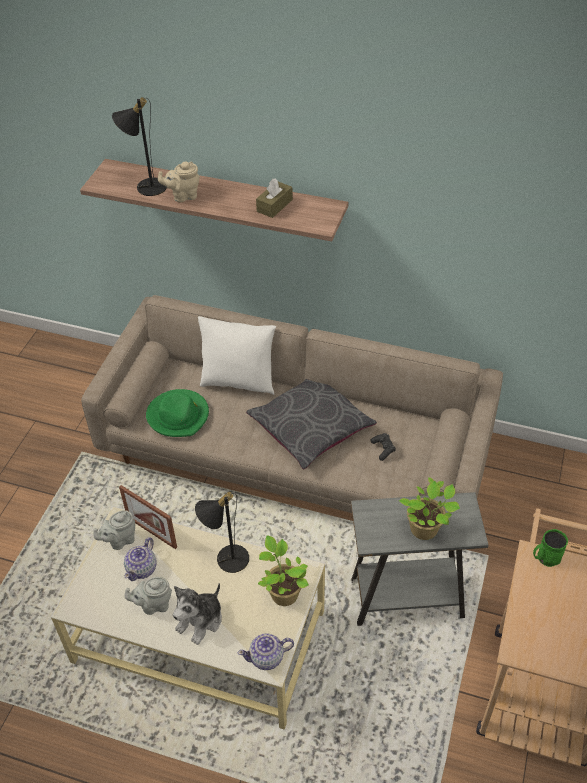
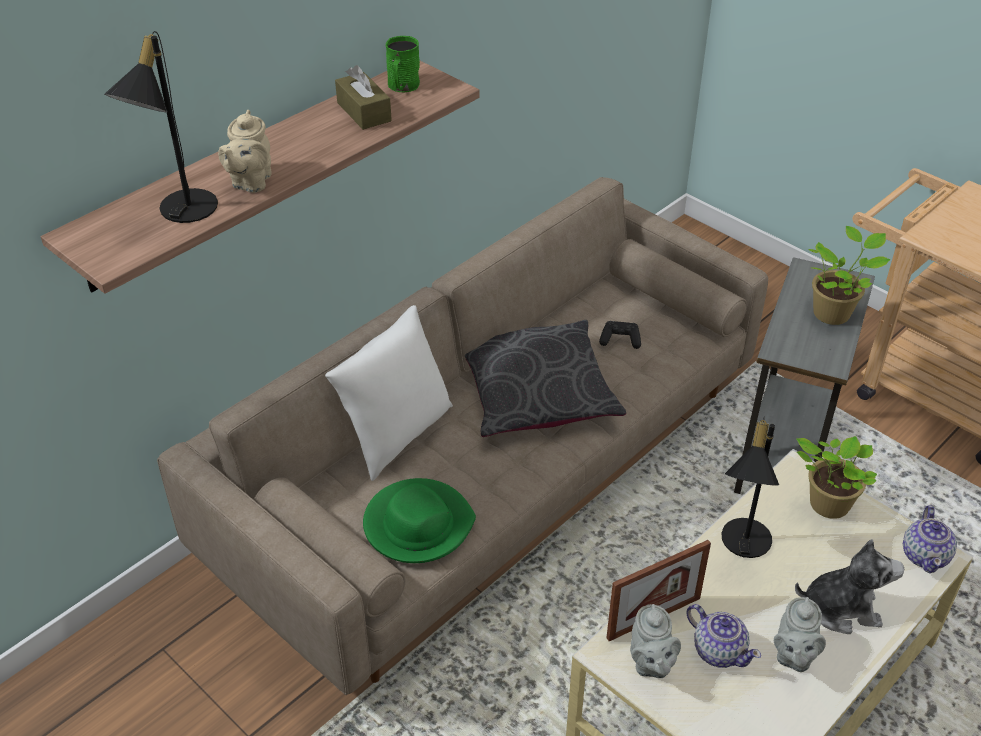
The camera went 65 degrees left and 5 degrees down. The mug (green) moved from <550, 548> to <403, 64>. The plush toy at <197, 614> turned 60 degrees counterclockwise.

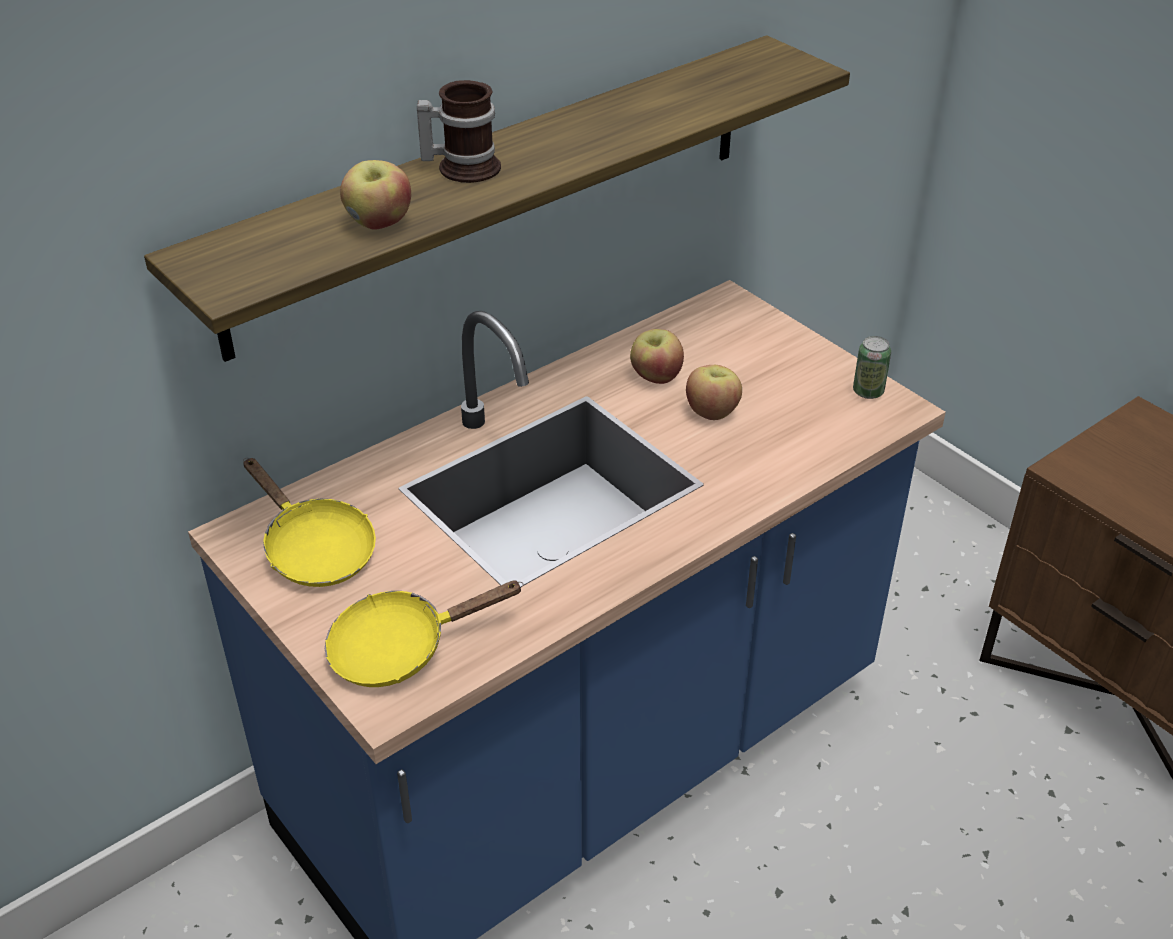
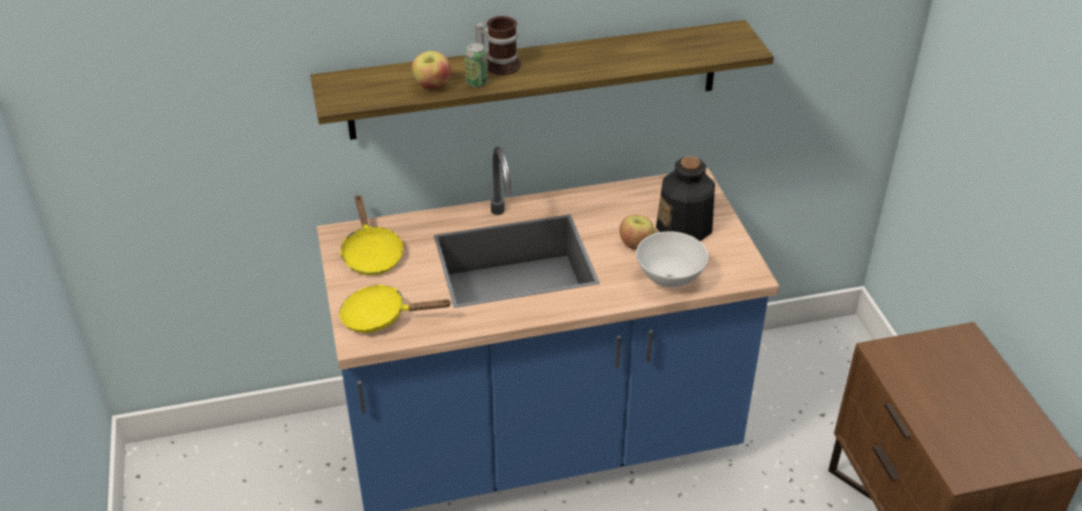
The camera went 25 degrees right and 0 degrees up. The apple at <657, 356> disappeared. The can moved from <872, 367> to <476, 65>. The bottle at <685, 198> appeared. The bowl (white) at <672, 259> appeared.

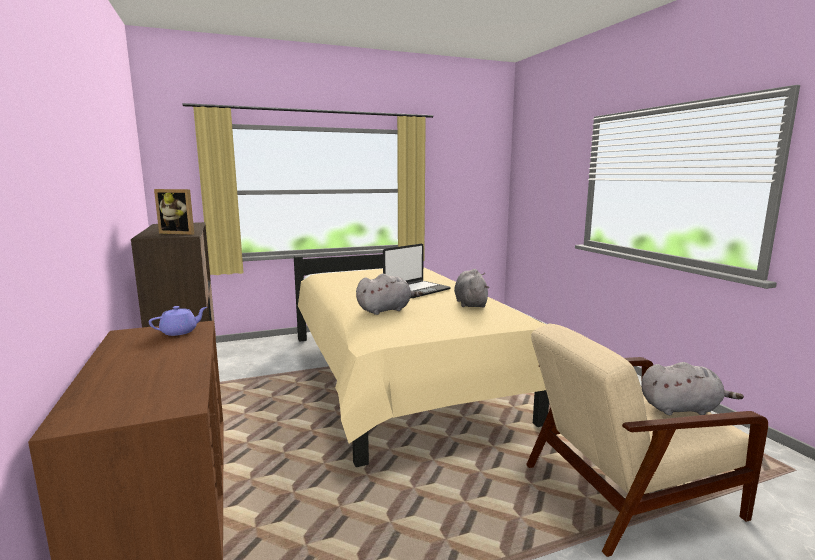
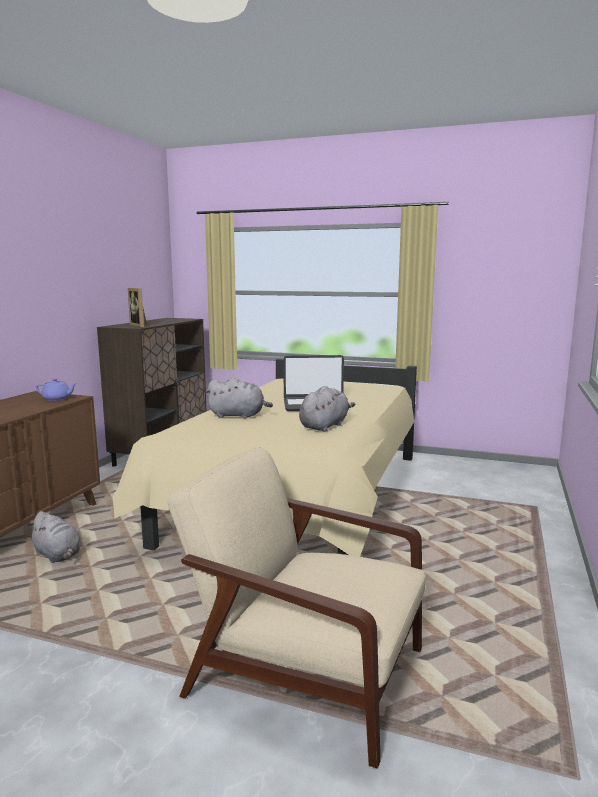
The camera went 40 degrees right and 0 degrees up. The plush toy (grey) moved from <692, 388> to <54, 537>.

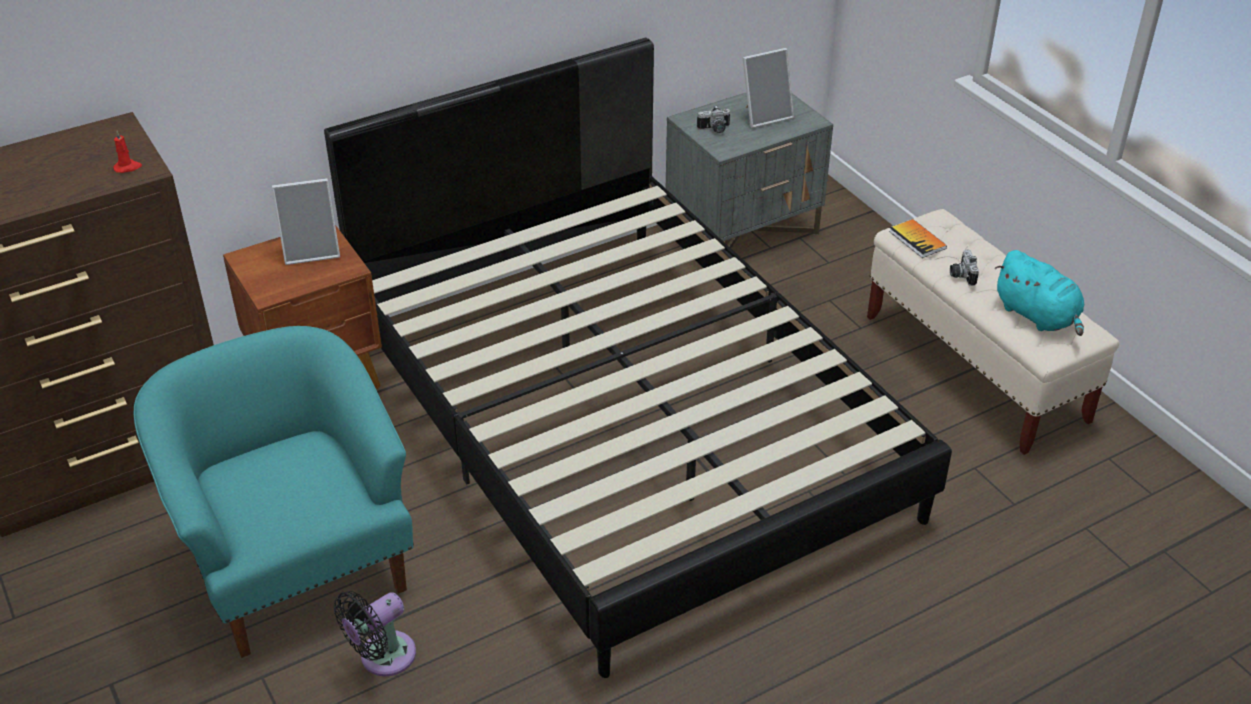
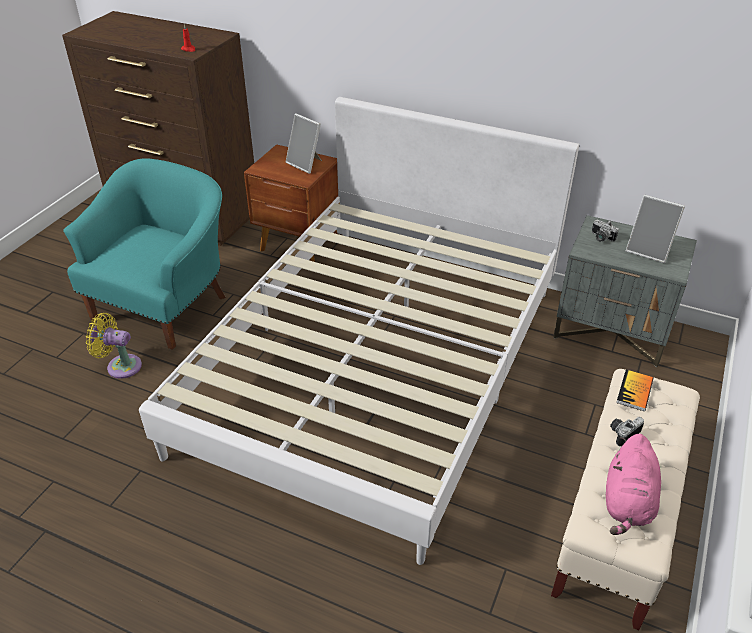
The camera went 55 degrees right and 0 degrees up. The bed (black) at <638, 358> became the bed (white) at <359, 331>. The plush toy (turquoise) at <1039, 293> became the plush toy (pink) at <633, 484>. The fan (black) at <375, 633> became the fan (yellow) at <114, 346>.

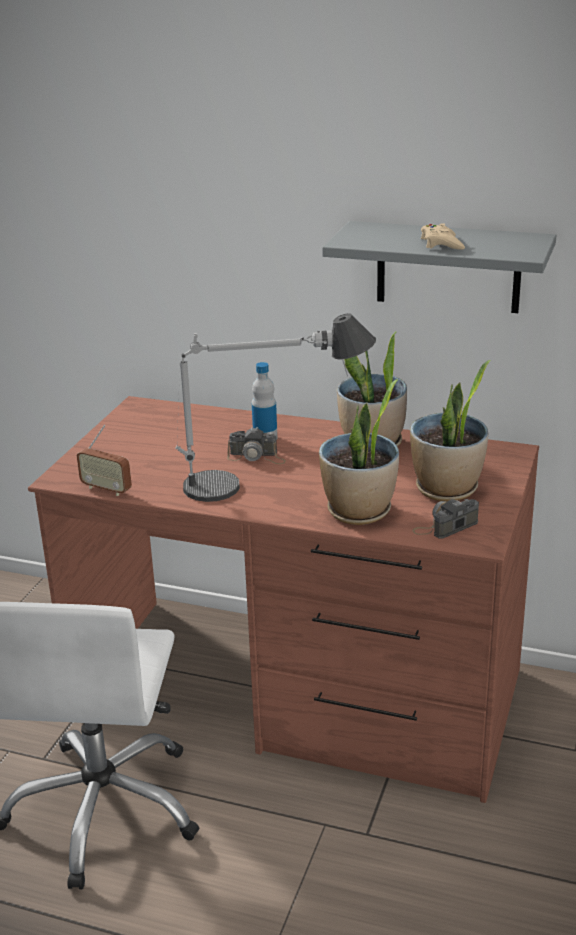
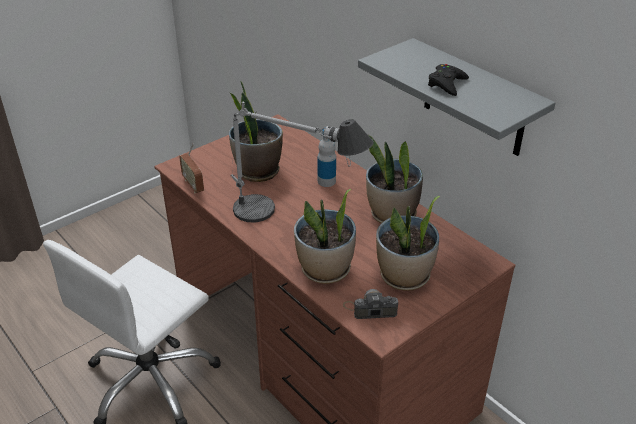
The camera went 30 degrees right and 10 degrees up. The game controller (beige) at <443, 236> became the game controller (black) at <448, 80>. The photo camera at <256, 445> disappeared. The potted plant at <256, 131> appeared.

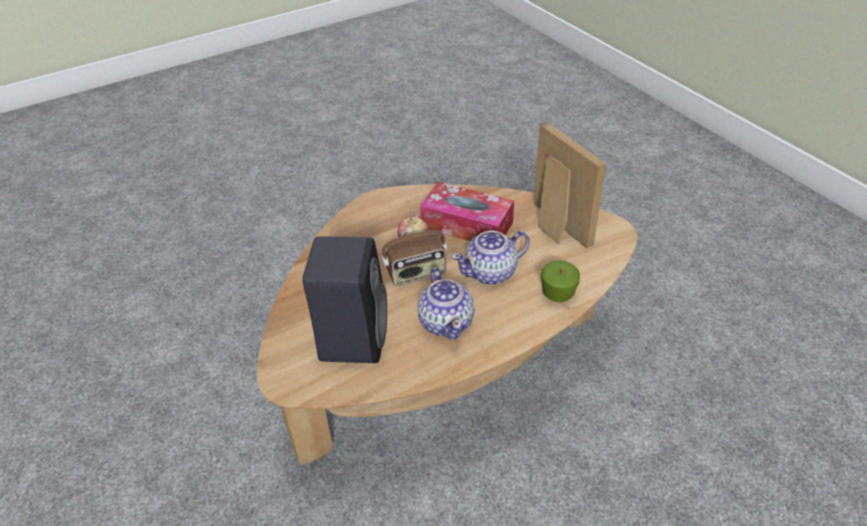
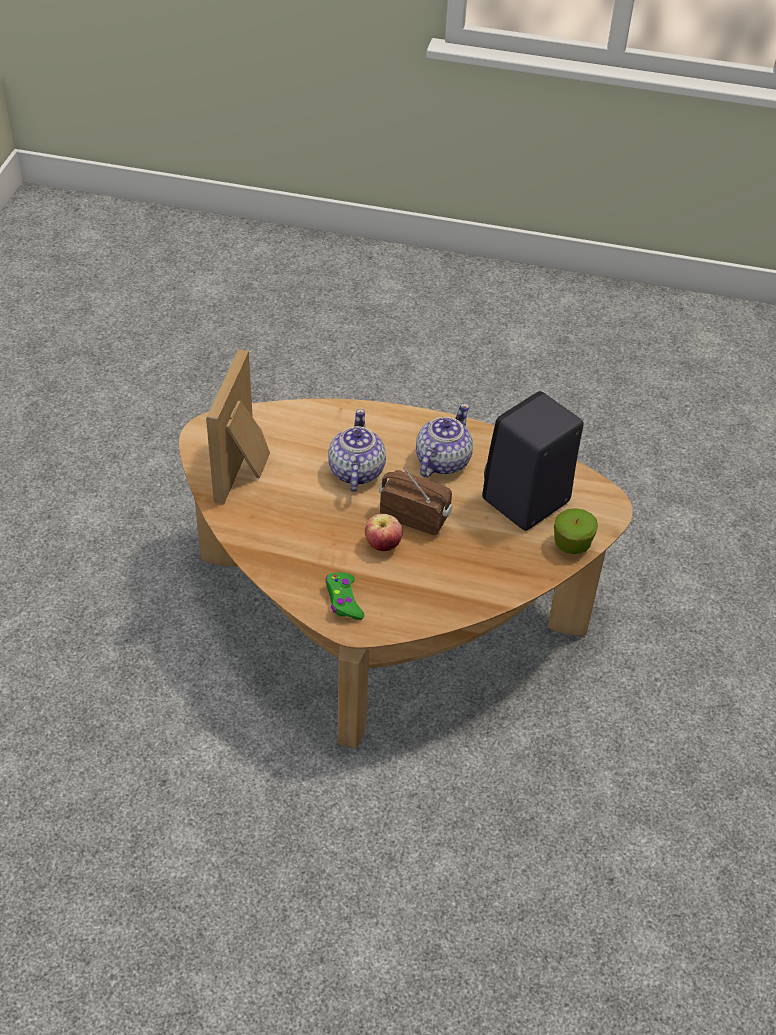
The camera went 140 degrees left and 5 degrees up. The tissue box at <467, 211> disappeared. The teapot at <490, 258> turned 105 degrees counterclockwise. The apple moved from <560, 281> to <576, 531>. The game controller (green) at <345, 596> appeared.

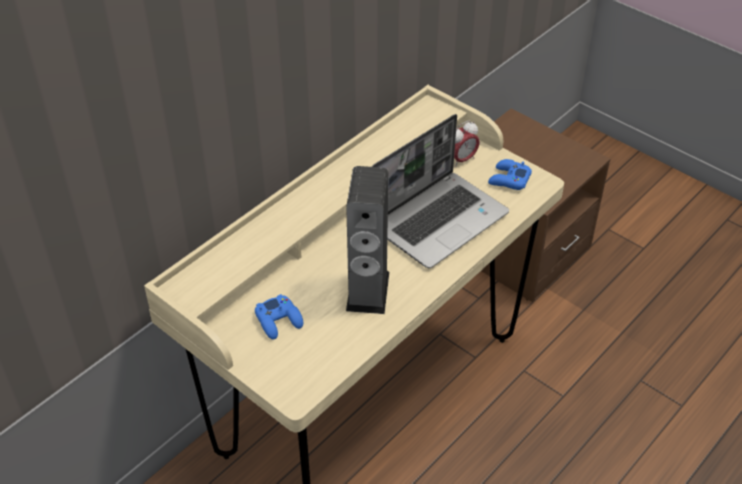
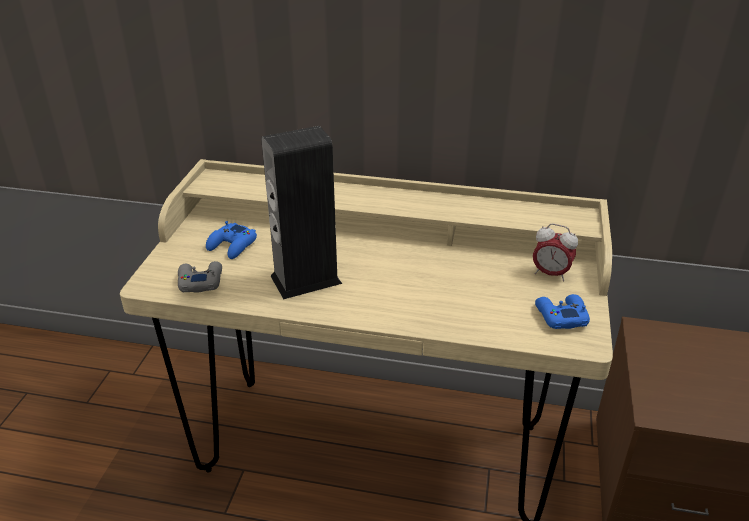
The camera went 60 degrees right and 10 degrees down. The laptop at <440, 191> disappeared. The game controller (grey) at <200, 276> appeared.

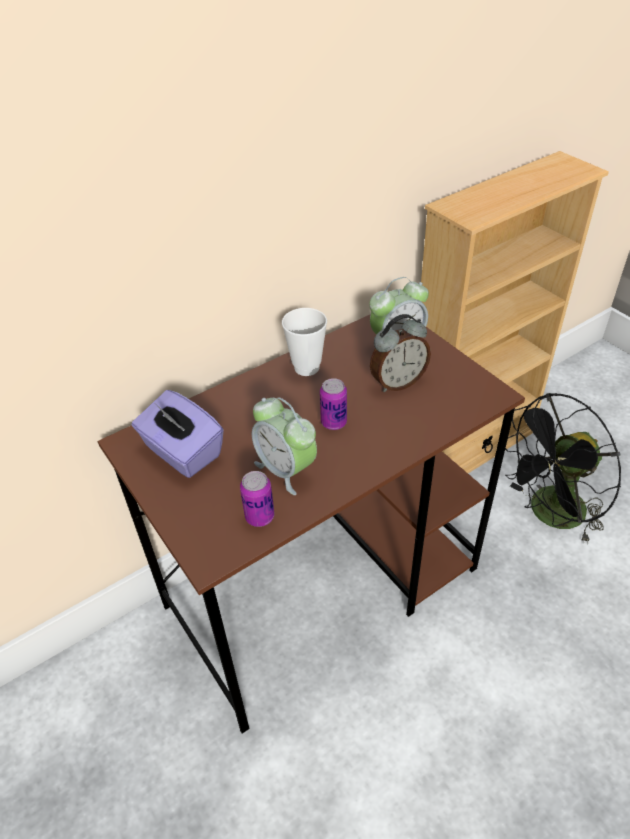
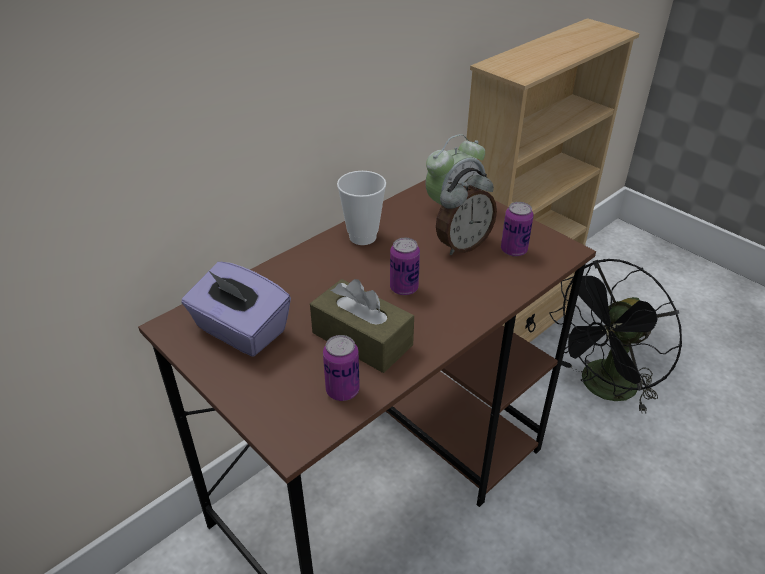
The camera went 10 degrees left and 5 degrees down. The alarm clock at <284, 446> was replaced by the tissue box (brown) at <362, 326>. The can at <517, 229> appeared.

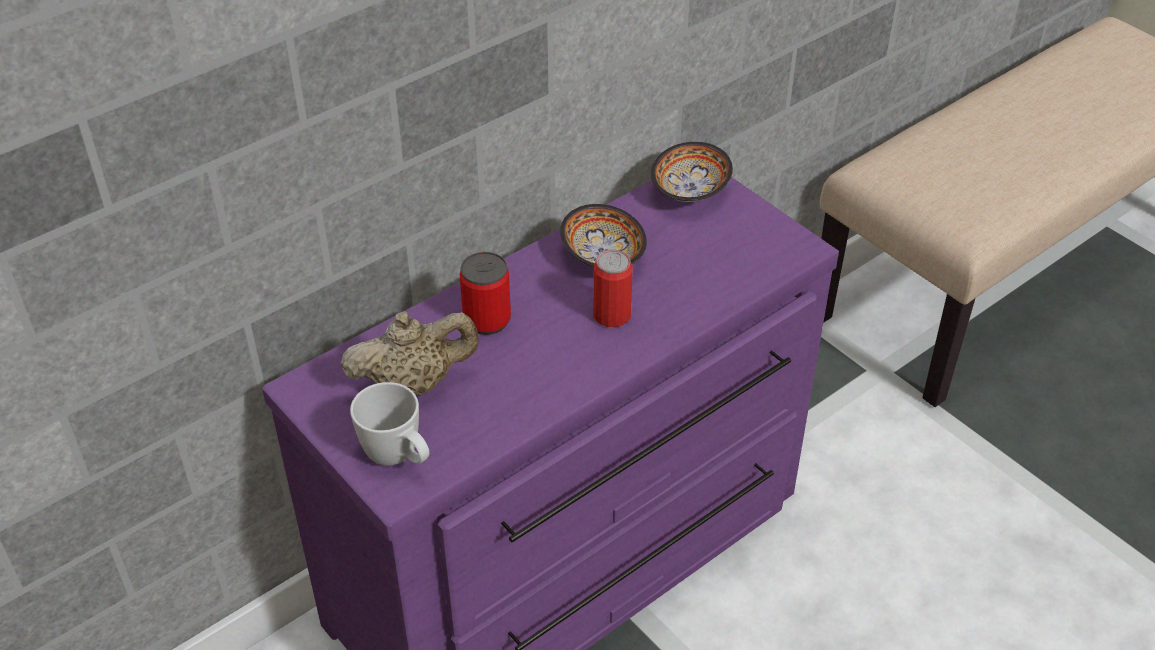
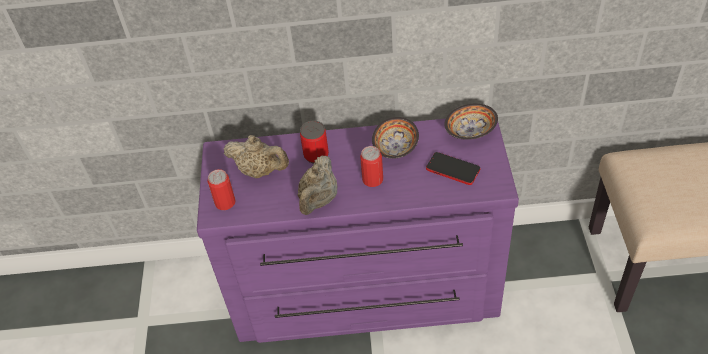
The camera went 40 degrees right and 5 degrees up. The mug (white) at <390, 424> was replaced by the can at <221, 189>. The phone at <453, 168> appeared. The teapot (beige) at <317, 185> appeared.

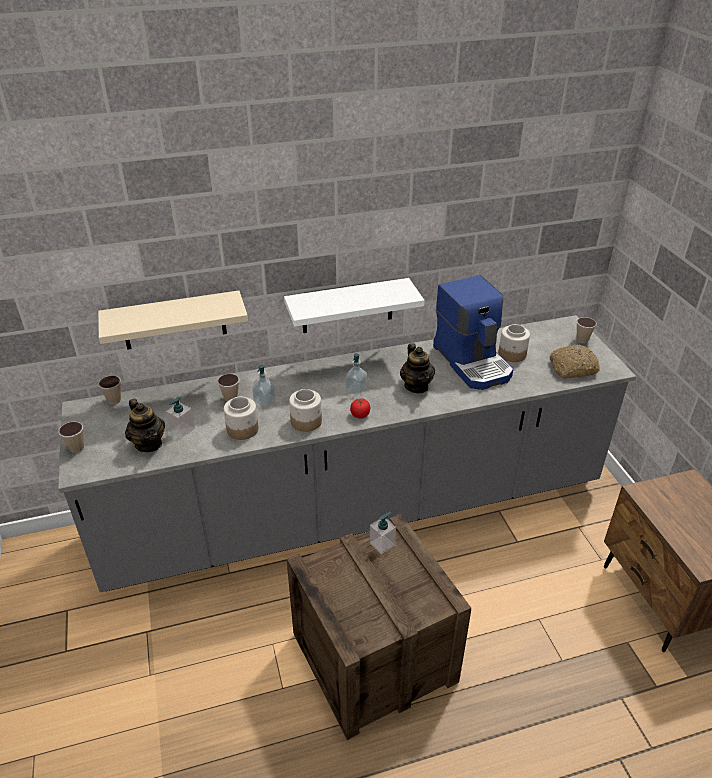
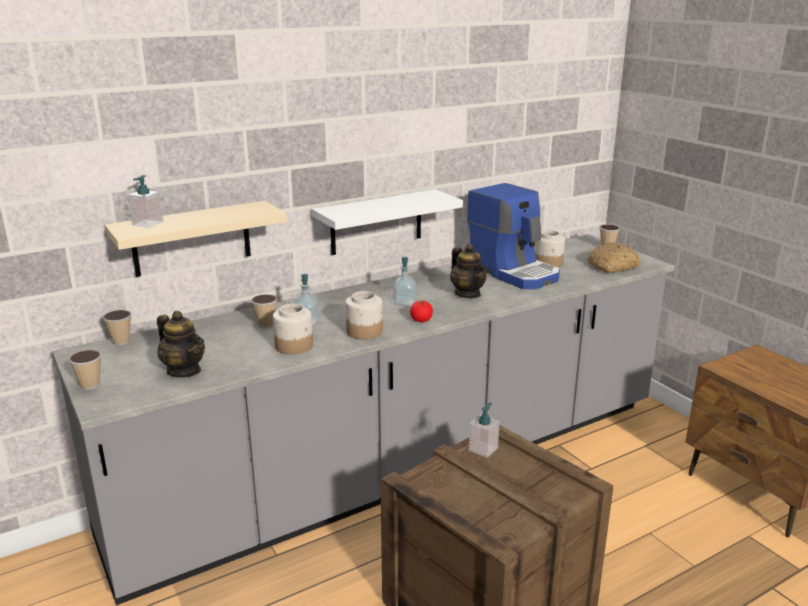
The camera went 15 degrees left and 15 degrees down. The soap dispenser moved from <180, 417> to <145, 201>.

